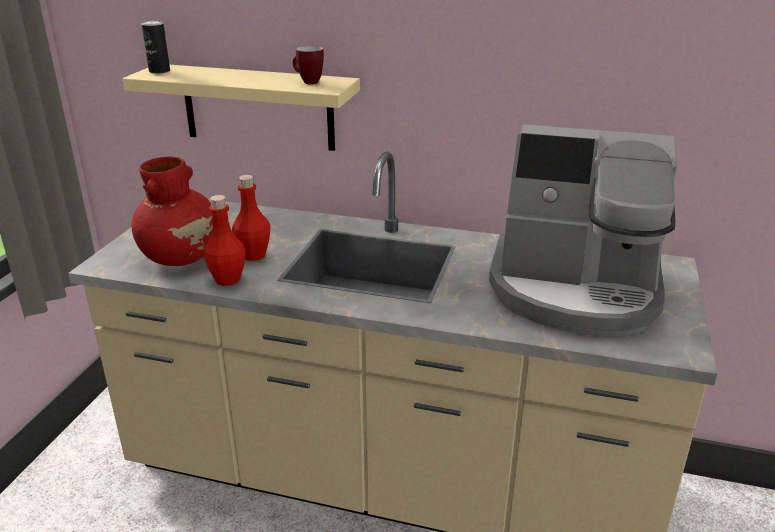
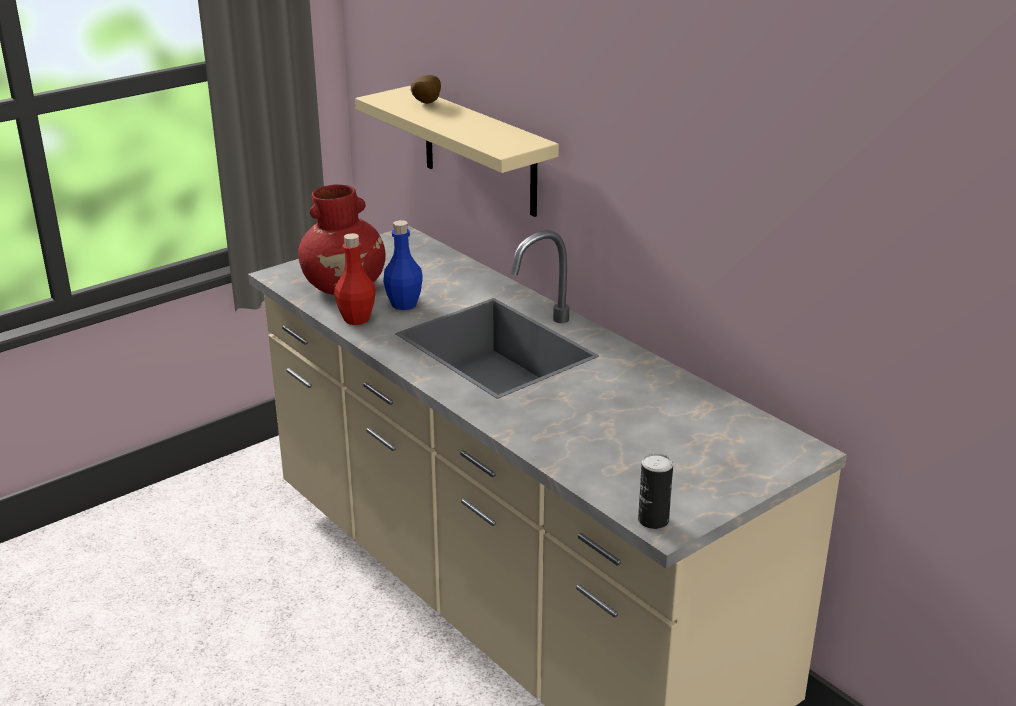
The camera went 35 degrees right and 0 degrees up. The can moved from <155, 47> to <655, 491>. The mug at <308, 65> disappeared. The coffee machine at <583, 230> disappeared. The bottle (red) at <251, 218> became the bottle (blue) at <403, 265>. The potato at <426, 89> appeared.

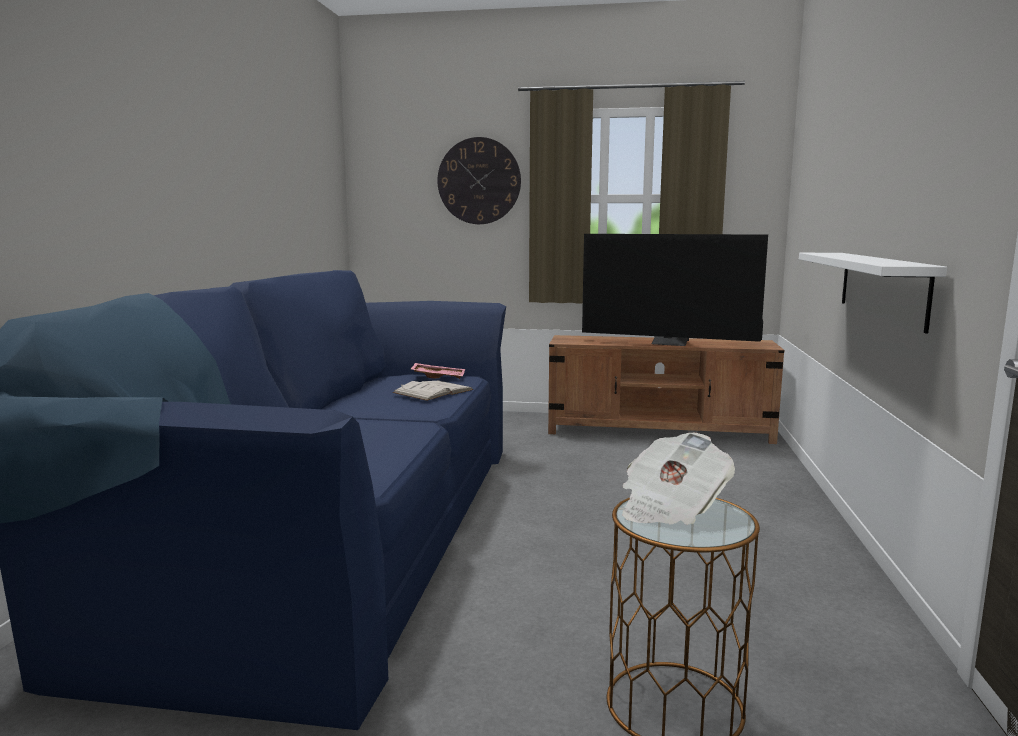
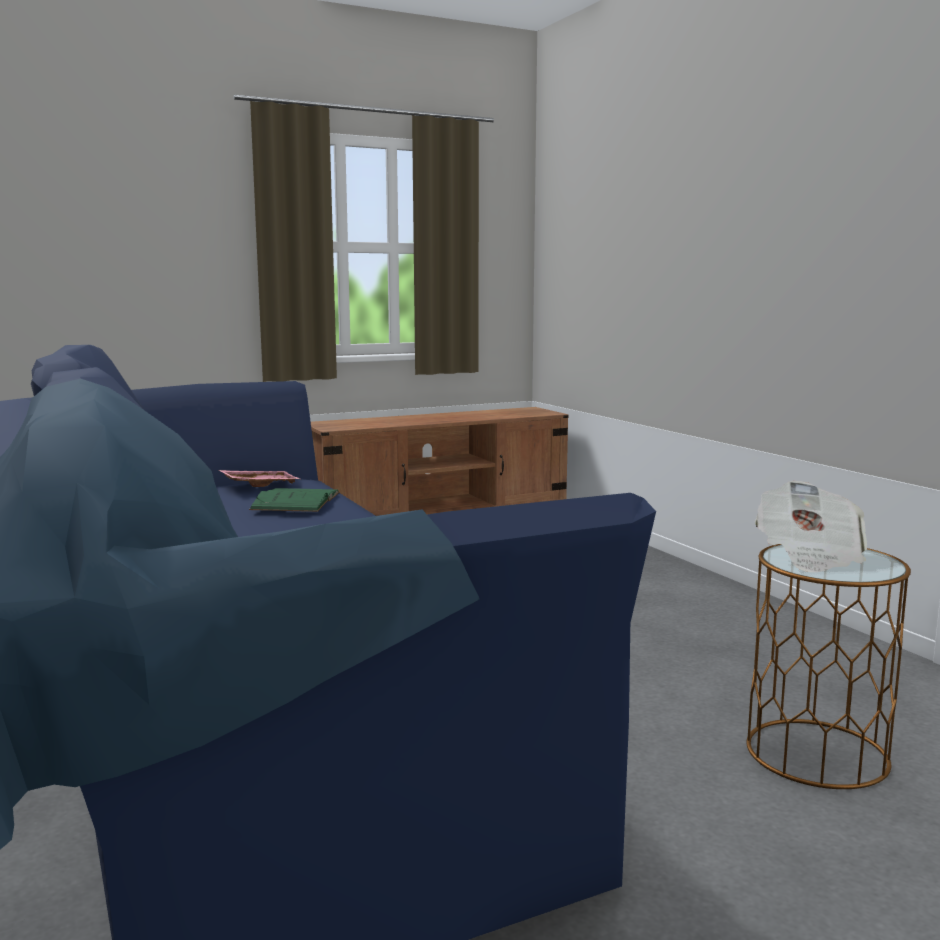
The camera went 35 degrees left and 0 degrees up. The wall clock at <479, 180> disappeared. The television at <675, 290> disappeared. The shelf (white) at <873, 293> disappeared. The book (white) at <433, 391> became the book (green) at <294, 500>.

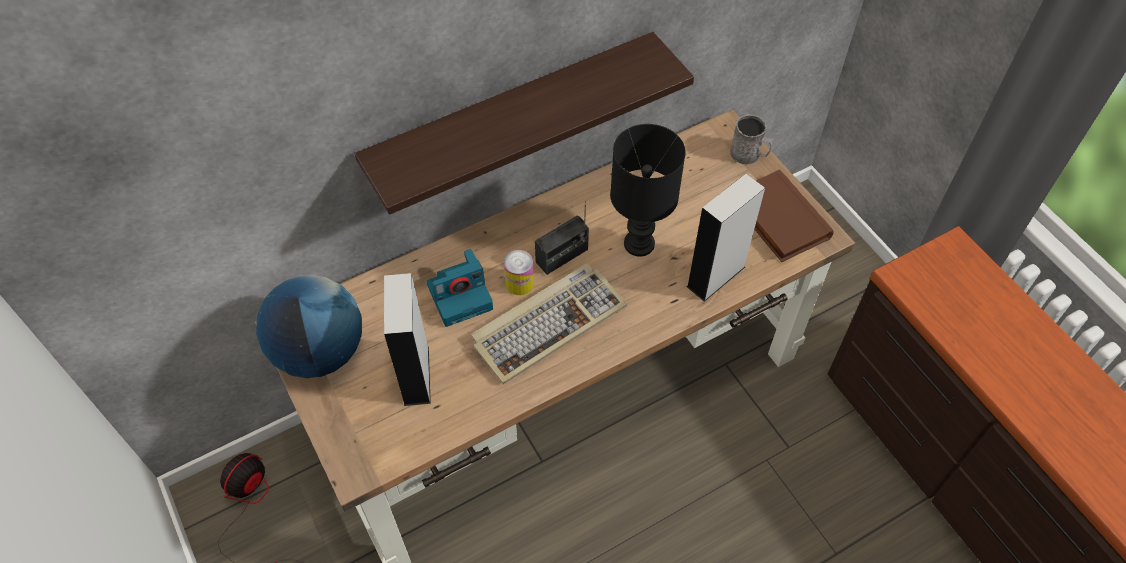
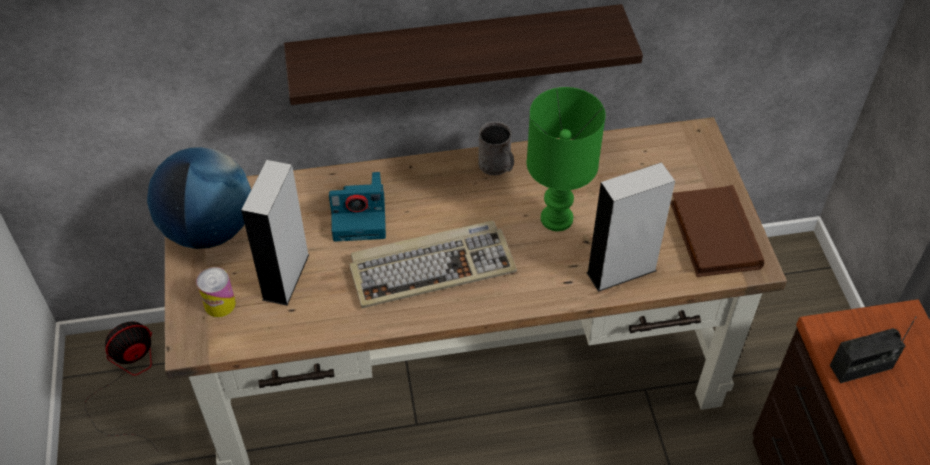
The camera went 20 degrees right and 5 degrees down. The mug (grey) moved from <751, 139> to <496, 148>. The table lamp (black) at <648, 190> became the table lamp (green) at <566, 159>. The radio moved from <562, 238> to <873, 349>. The can moved from <519, 272> to <216, 292>.

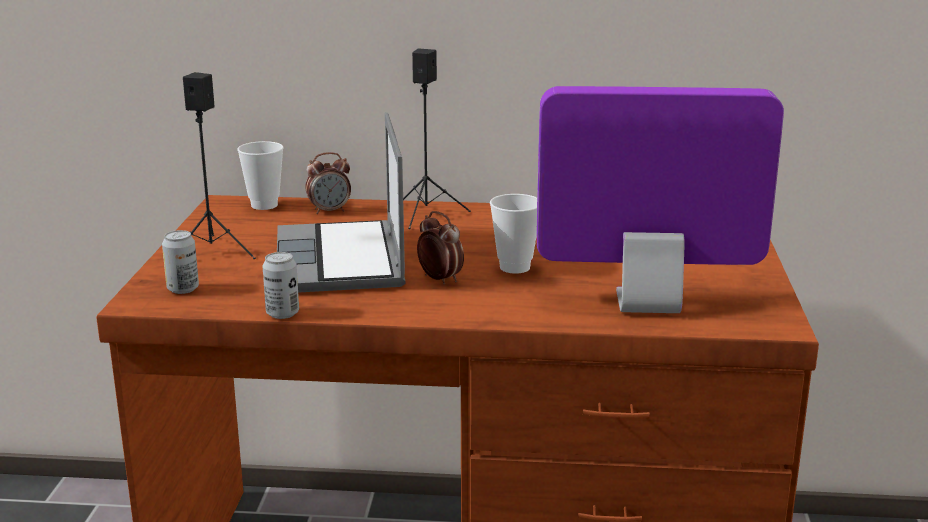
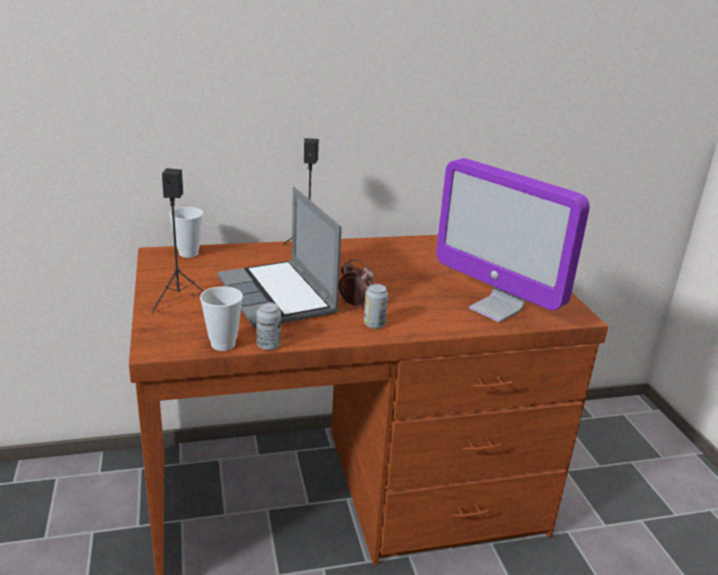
The camera went 20 degrees left and 5 degrees up. The monitor at <660, 199> turned 120 degrees counterclockwise. The alarm clock at <328, 183> disappeared. The cup moved from <513, 234> to <221, 318>. The can moved from <180, 262> to <376, 306>.

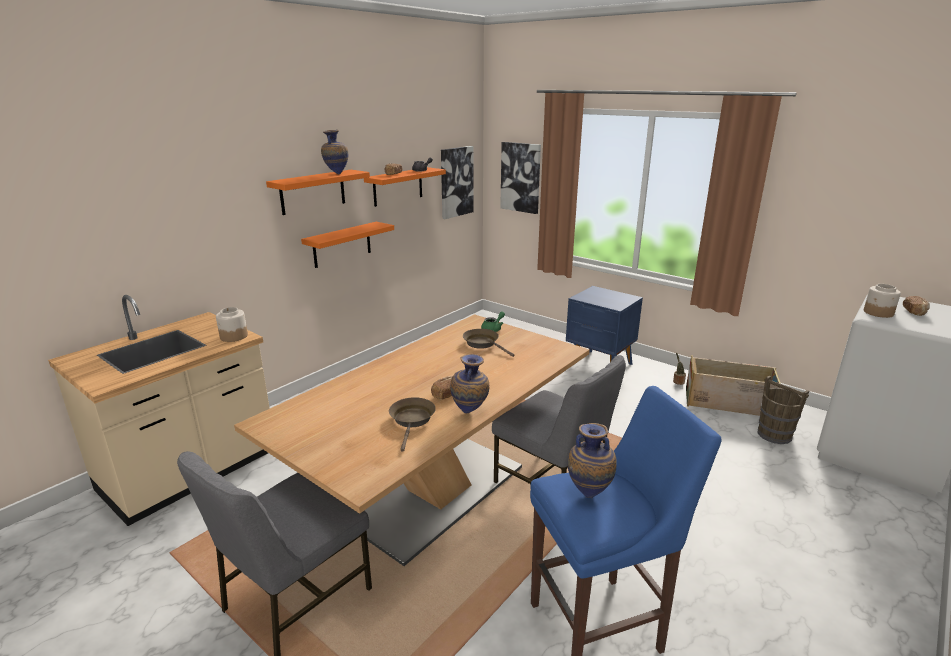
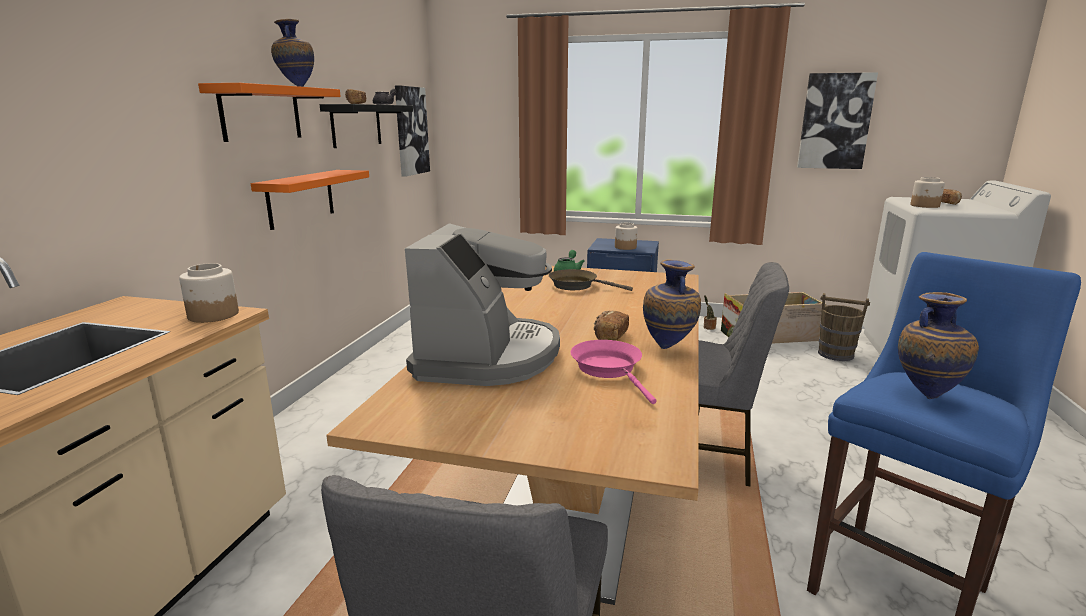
The camera went 25 degrees left and 5 degrees down. The picture moved from <520, 178> to <837, 120>. The shelf (orange) at <405, 187> became the shelf (black) at <366, 126>. The frying pan (brown) at <412, 424> became the frying pan (pink) at <614, 372>. The coffee machine at <482, 304> appeared. The jar at <626, 236> appeared.

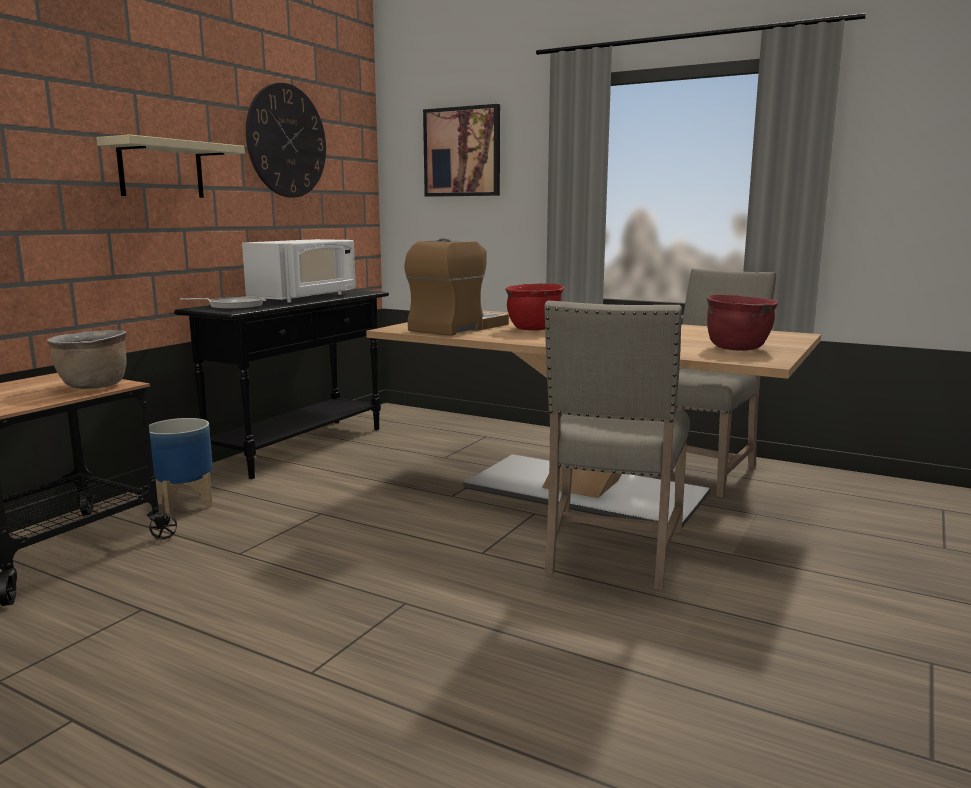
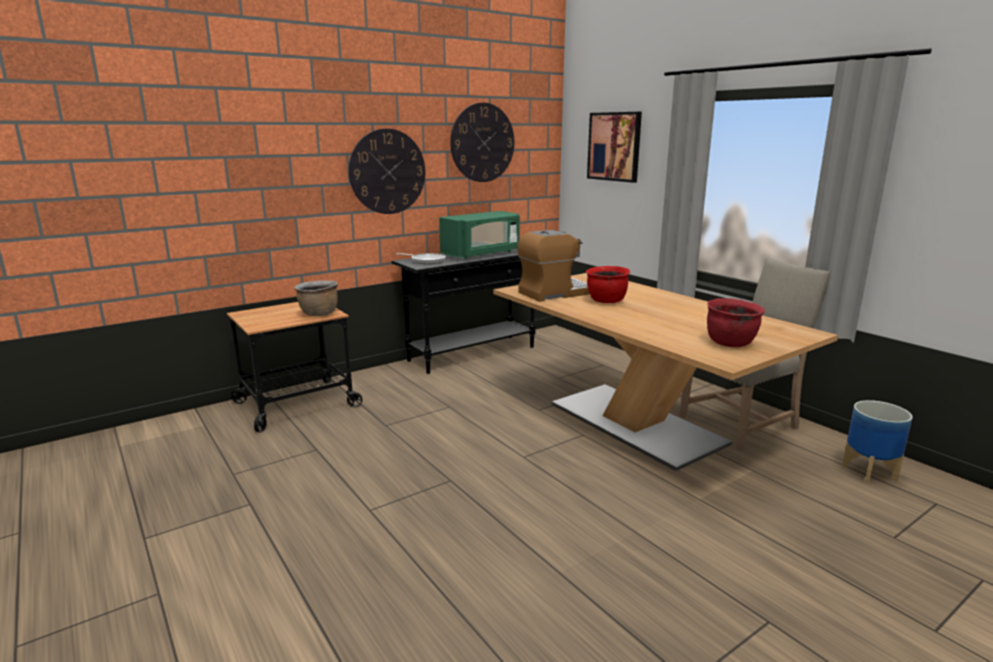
The camera went 25 degrees right and 5 degrees up. The shelf (beige) at <170, 166> was replaced by the wall clock at <387, 171>. The microwave (white) at <299, 271> became the microwave (green) at <479, 235>. The chair (beige) at <617, 445> disappeared. The planter moved from <181, 466> to <877, 442>.

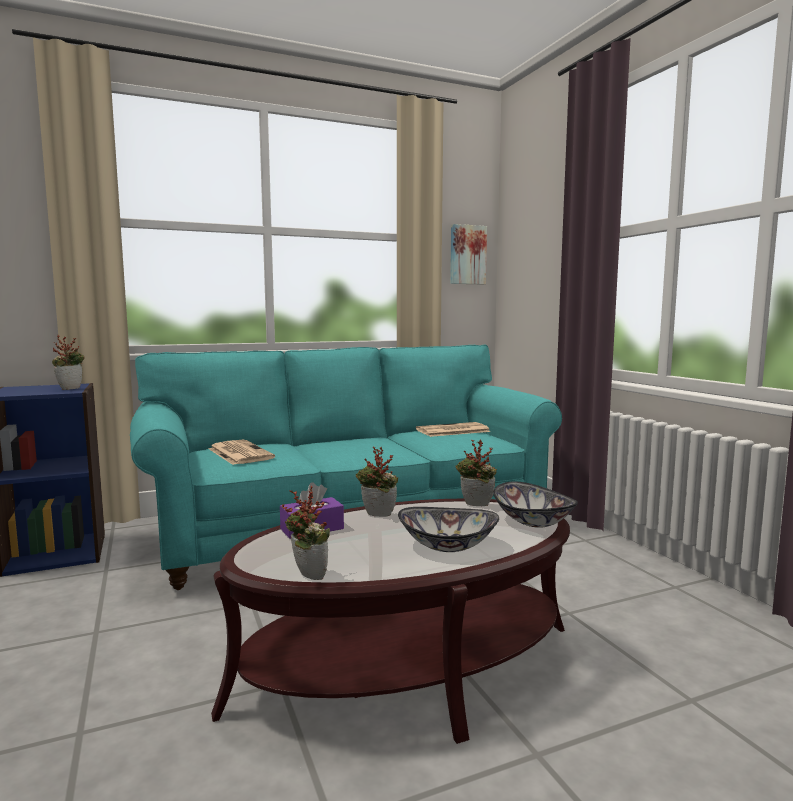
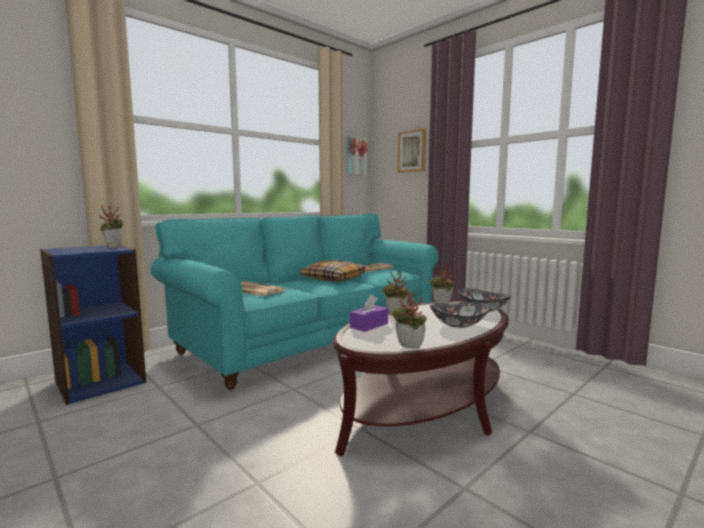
The camera went 20 degrees left and 0 degrees up. The picture at <412, 150> appeared. The pillow at <333, 270> appeared.

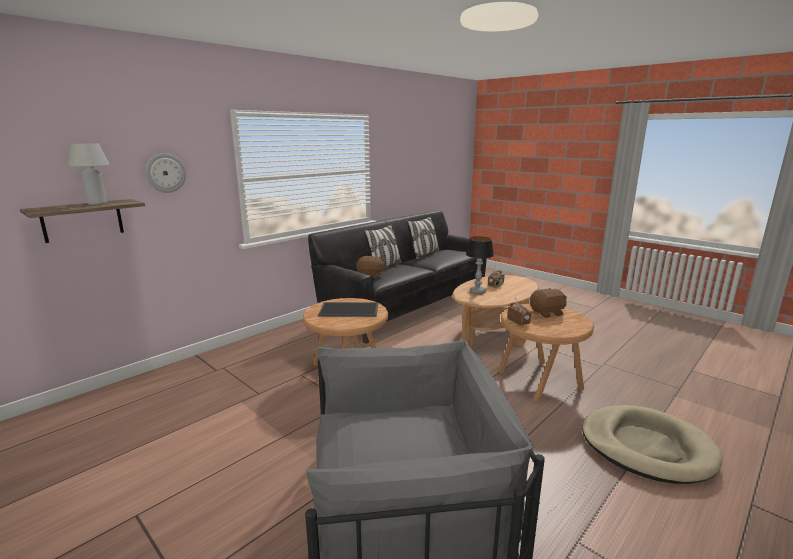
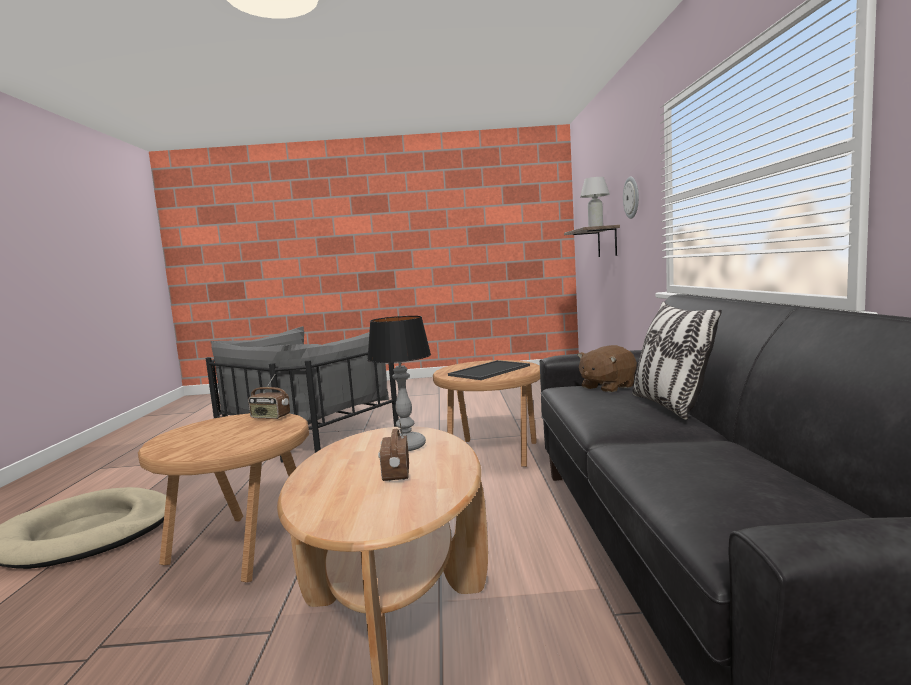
The camera went 135 degrees right and 10 degrees down. The pillow at <423, 238> disappeared. The plush toy (brown) at <548, 303> disappeared.

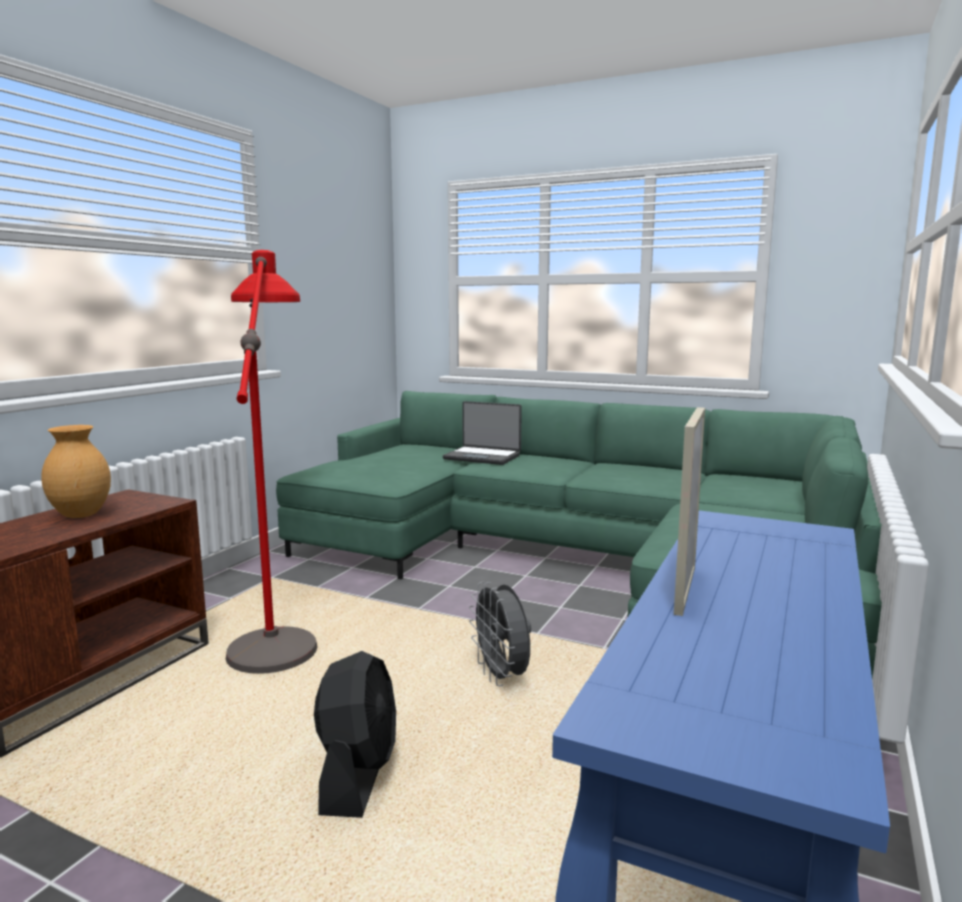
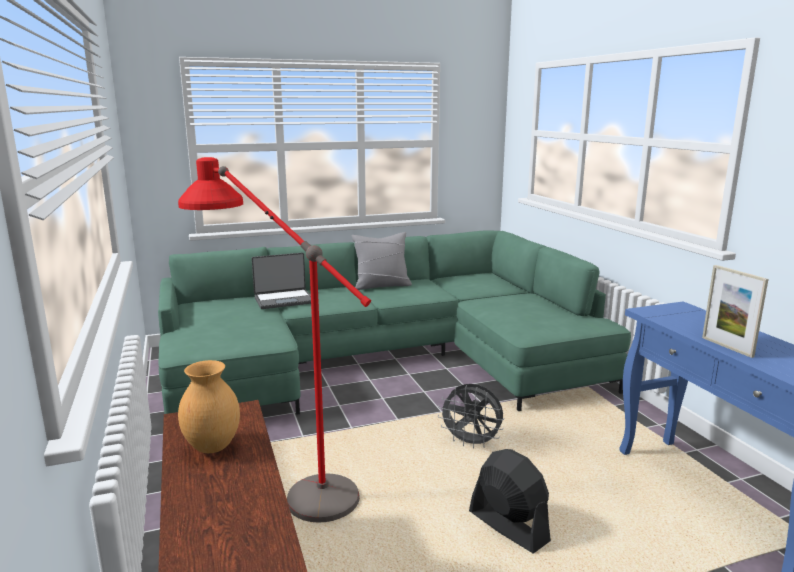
The camera went 45 degrees left and 5 degrees up. The pillow (grey) at <382, 261> appeared.

